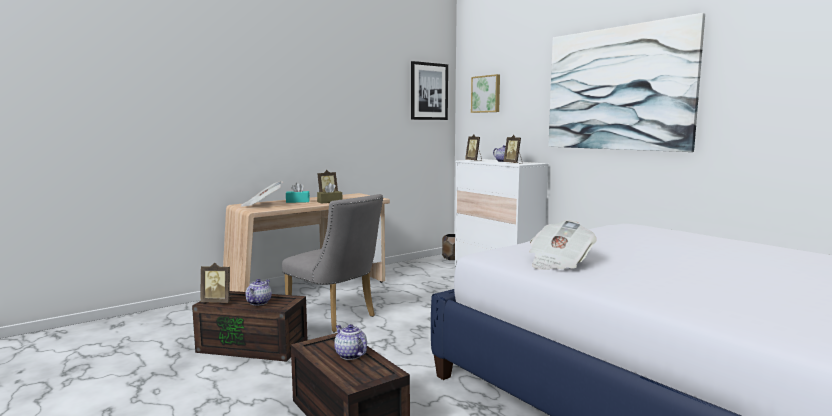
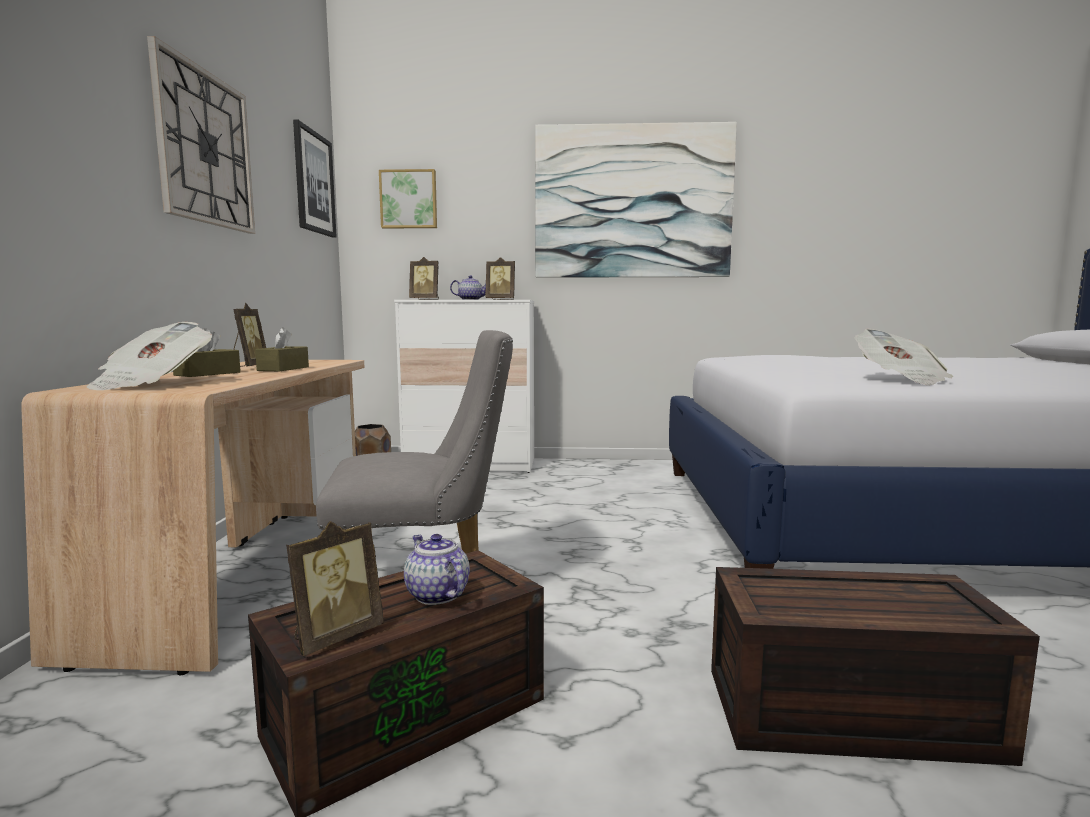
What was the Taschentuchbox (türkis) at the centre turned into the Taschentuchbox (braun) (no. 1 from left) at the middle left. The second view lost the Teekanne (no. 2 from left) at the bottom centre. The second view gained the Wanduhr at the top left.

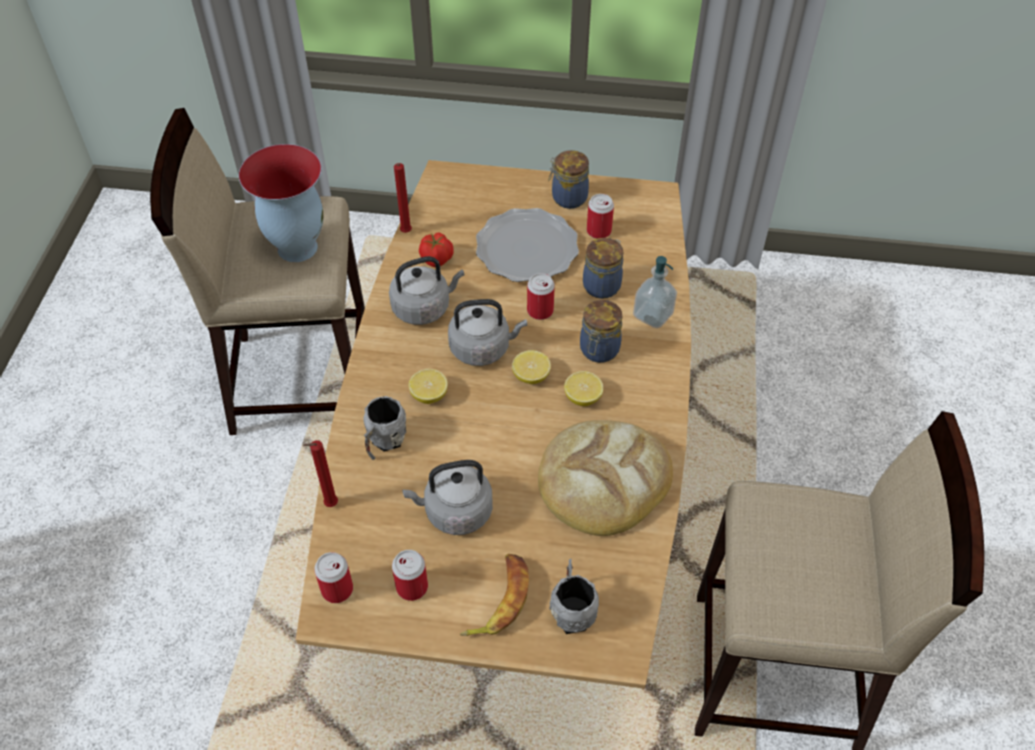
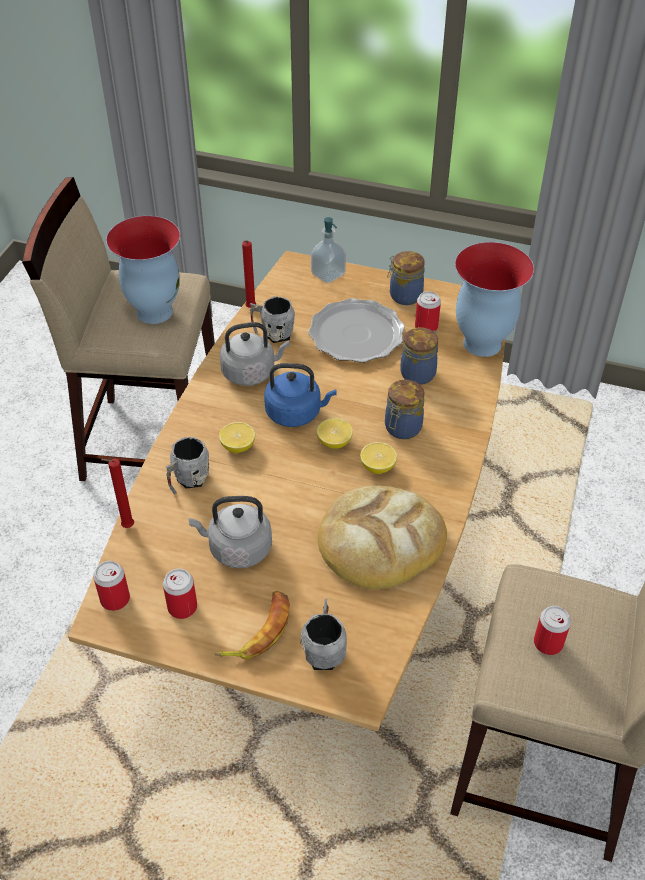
Where the Tomate stood at the top centre, the Henkelbecher (grau) (no. 2 from left) came to stand at the centre. The Seifenspender ended up elsewhere, having gone from the centre to the top centre. The Dose (no. 3 from left in the first image) ended up elsewhere, having gone from the centre to the bottom right. What was the Wasserkessel (grau) (no. 3 from left) at the centre turned into the Wasserkessel (blau) at the centre. The second view gained the Vase (no. 2 from left) at the middle right.

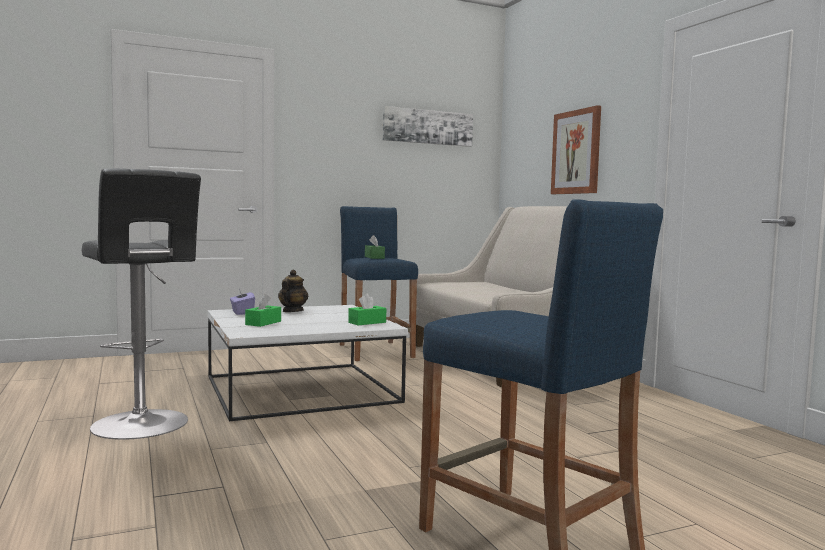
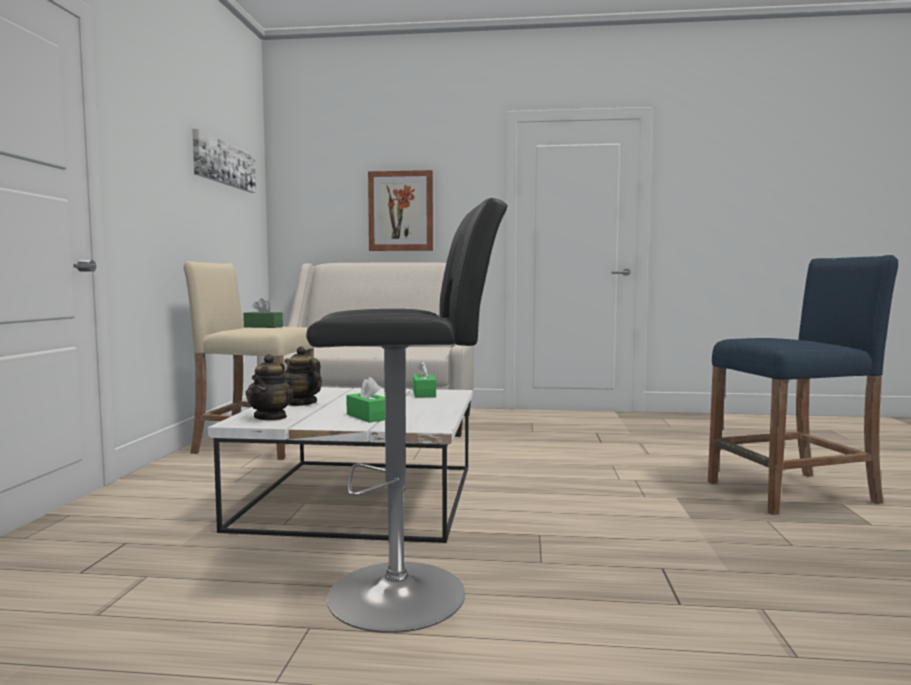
What was the Hocker (blau) (no. 1 from left) at the centre turned into the Hocker (beige) at the middle left. Where the Taschentuchbox (lila) stood at the middle left, the Teekanne (no. 1 from left) came to stand at the middle left.

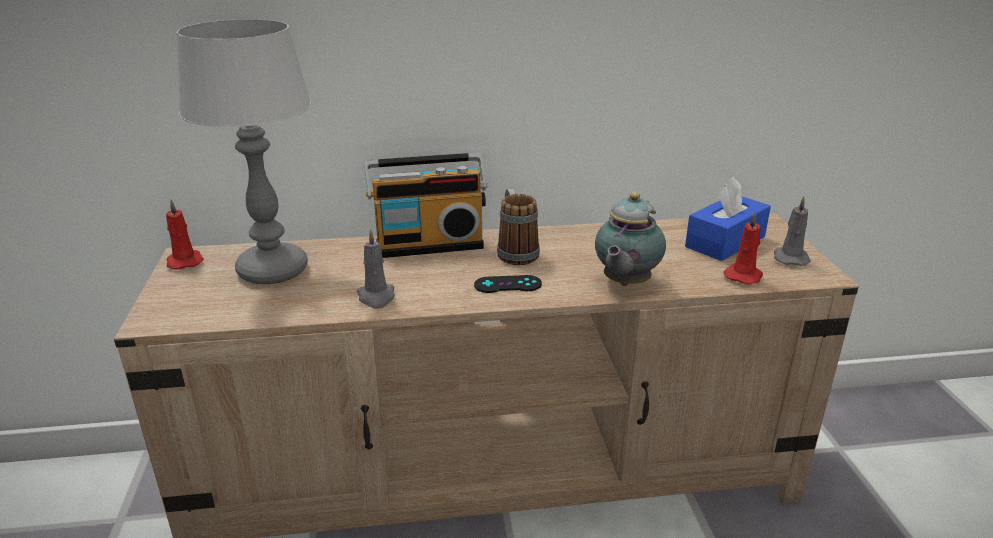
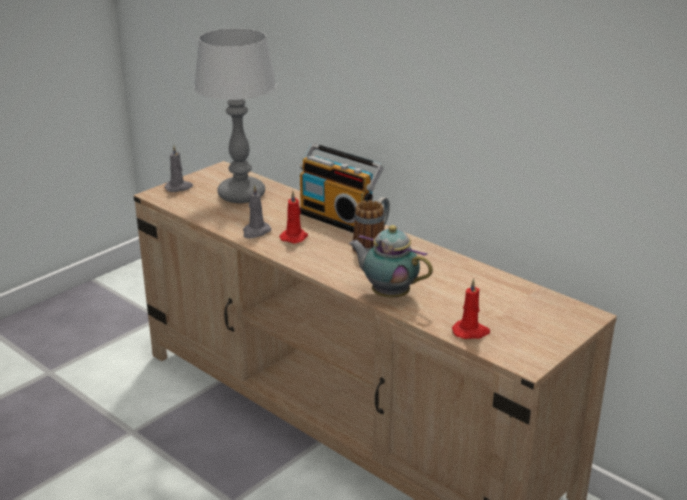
The second view lost the Taschentuchbox (blau) at the middle right. The Teekanne at the centre ended up facing another way, 45 degrees clockwise from before. The Kerze (grau) (no. 2 from left in the first image) ended up elsewhere, having gone from the middle right to the middle left. The Kerze (rot) (no. 1 from left) ended up elsewhere, having gone from the middle left to the centre. The second view lost the Gamepad (schwarz) at the centre.

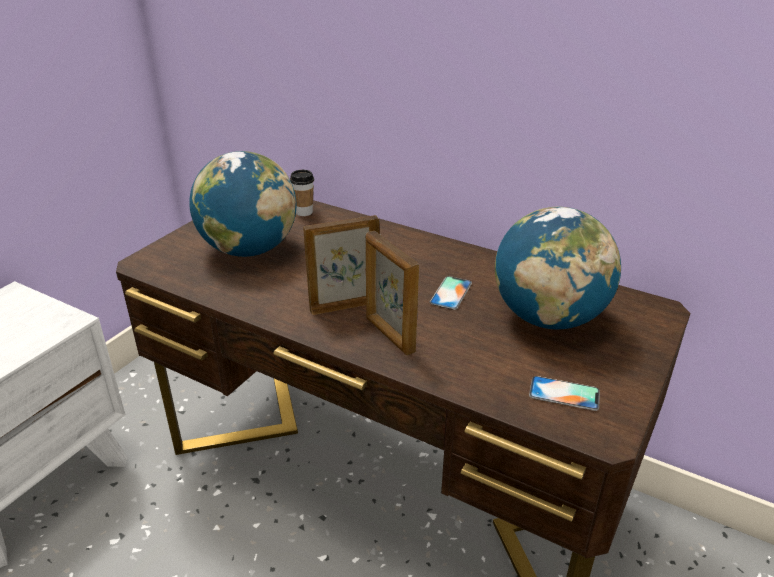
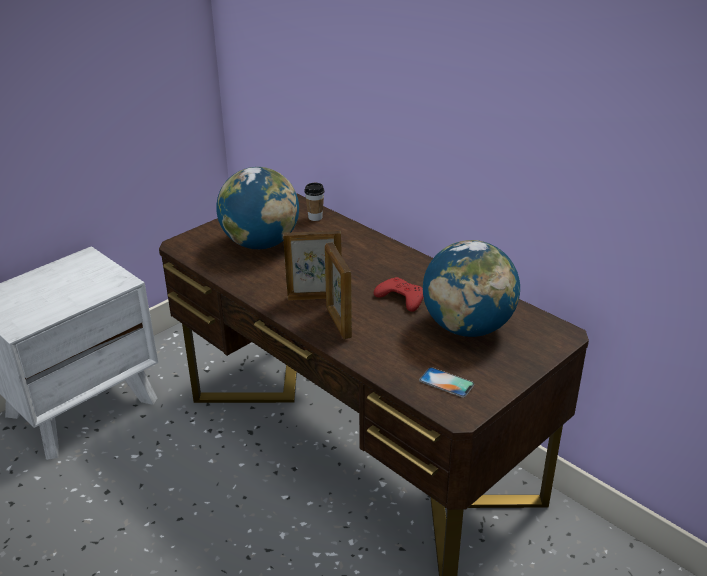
Where the Handy (no. 1 from left) stood at the centre, the Gamepad (rot) came to stand at the centre.

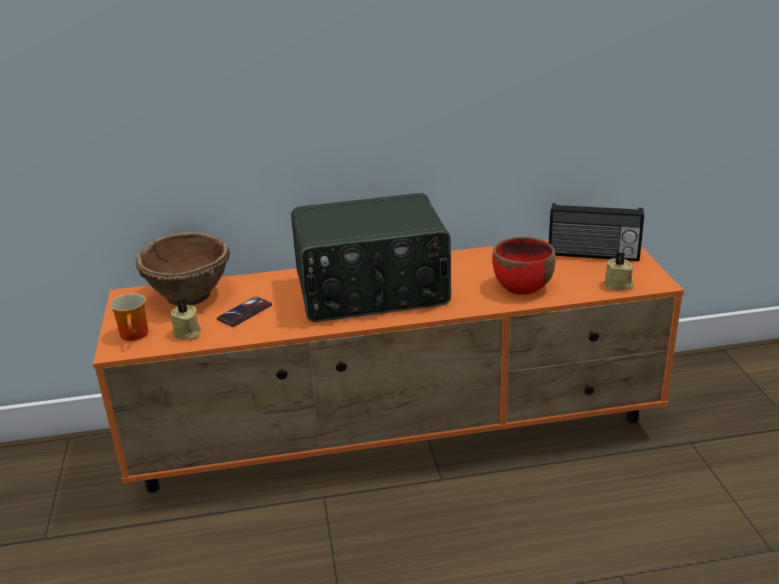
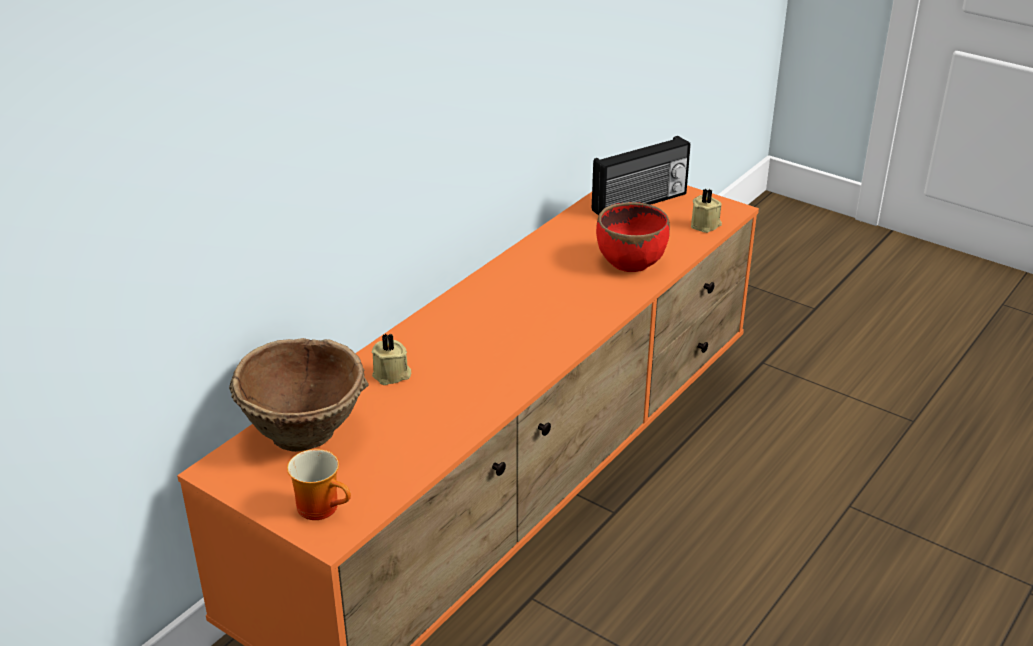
The second view lost the Radio (no. 1 from left) at the centre. The second view lost the Handy at the middle left. The Kerze (beige) (no. 1 from left) ended up elsewhere, having gone from the middle left to the centre.

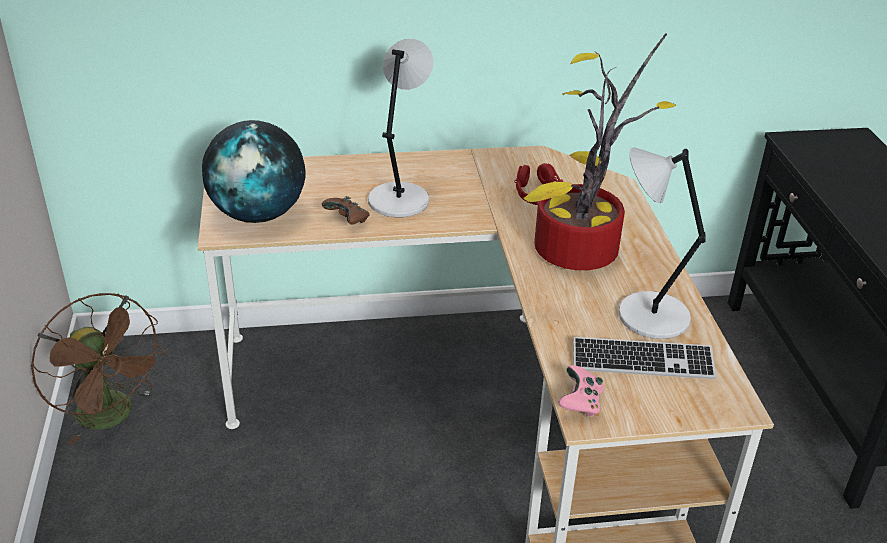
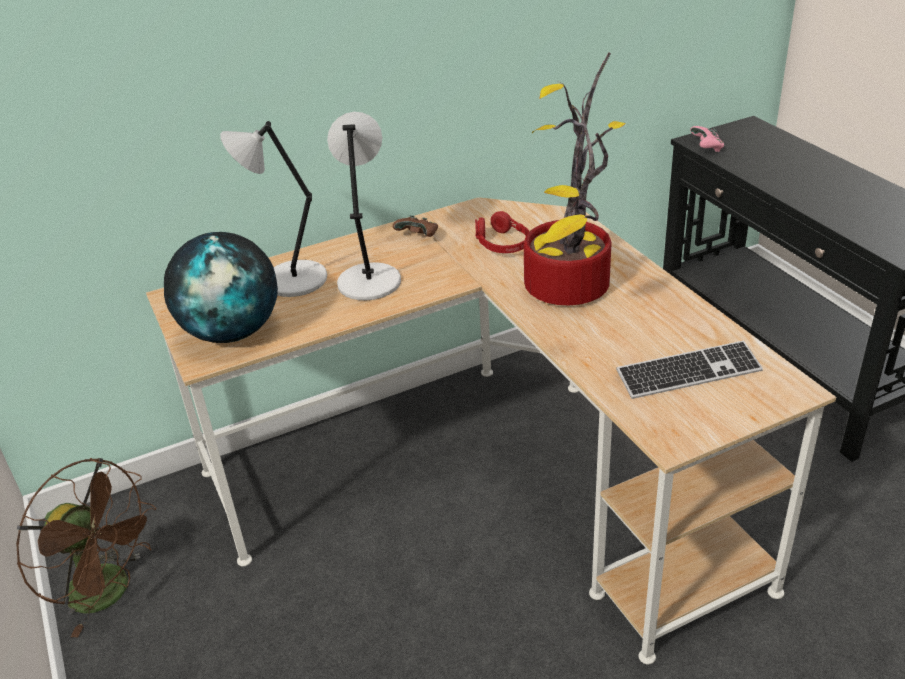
The Tischlampe (grau) (no. 2 from left in the first image) ended up elsewhere, having gone from the middle right to the top left. The Gamepad (braun) ended up elsewhere, having gone from the centre to the top centre. The Gamepad (rosa) ended up elsewhere, having gone from the bottom centre to the top right.

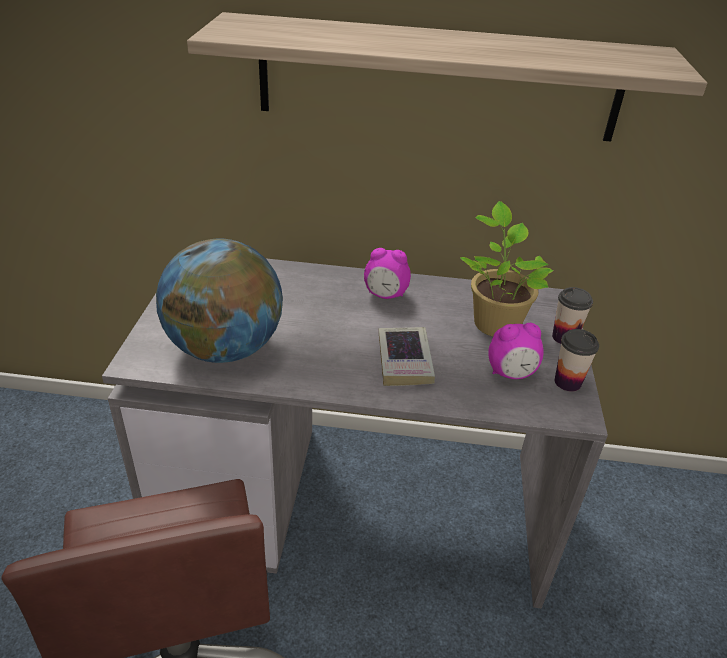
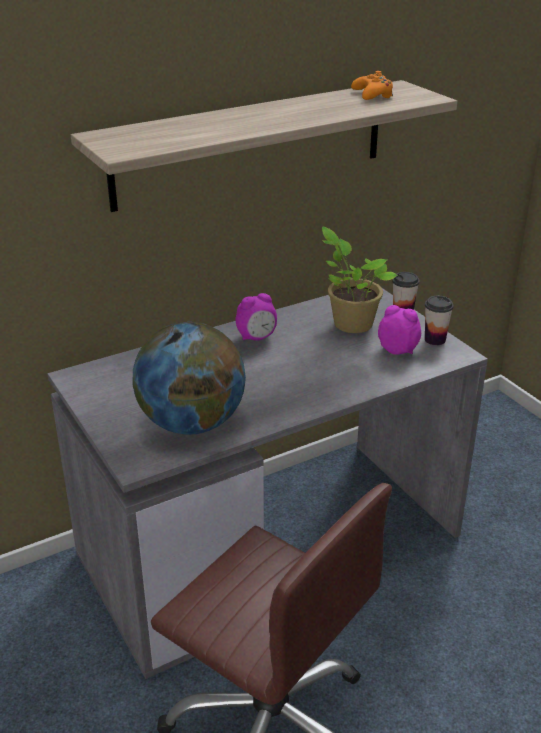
The Wecker (no. 2 from left) at the middle right ended up facing another way, 105 degrees counterclockwise from before. The second view lost the Buch at the centre. The second view gained the Gamepad (orange) at the top right.

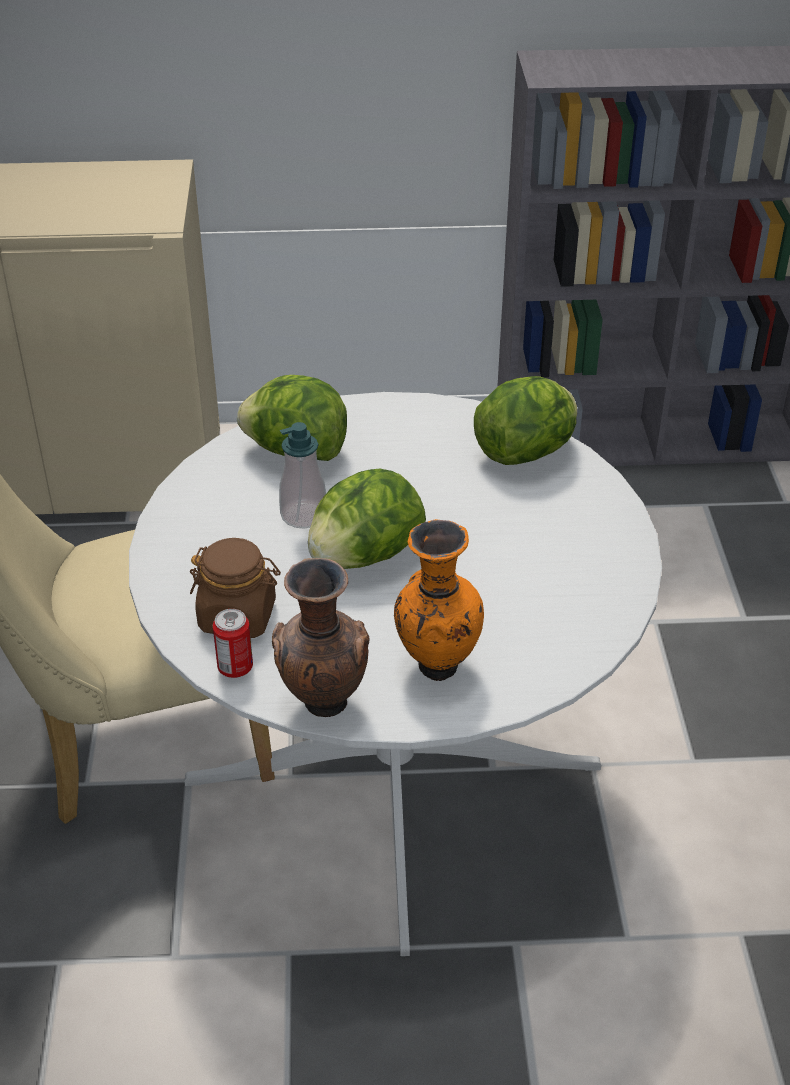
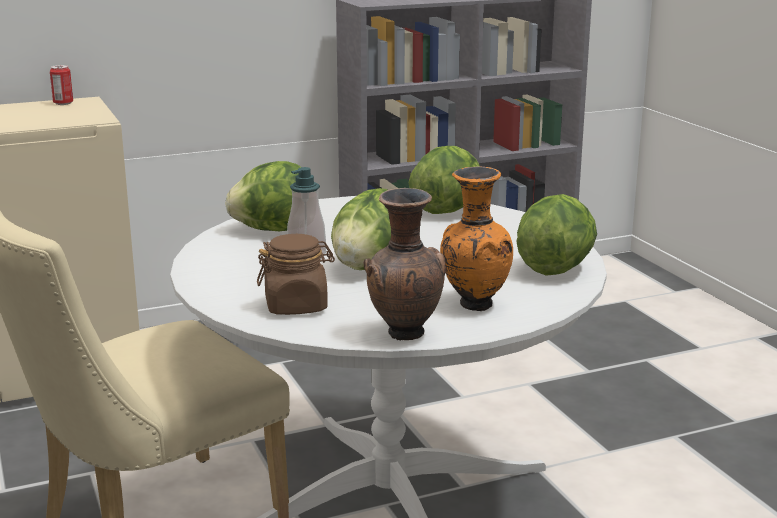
The Dose ended up elsewhere, having gone from the middle left to the top left. The second view gained the Salatkopf (no. 4 from left) at the middle right.

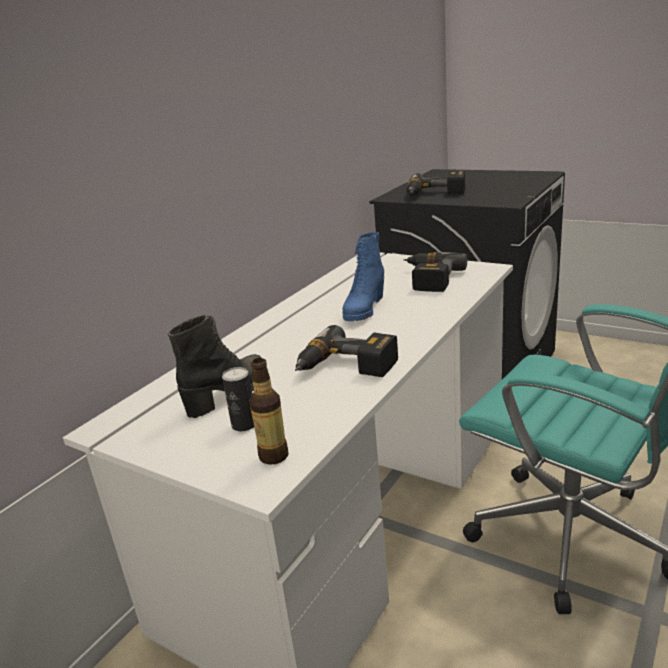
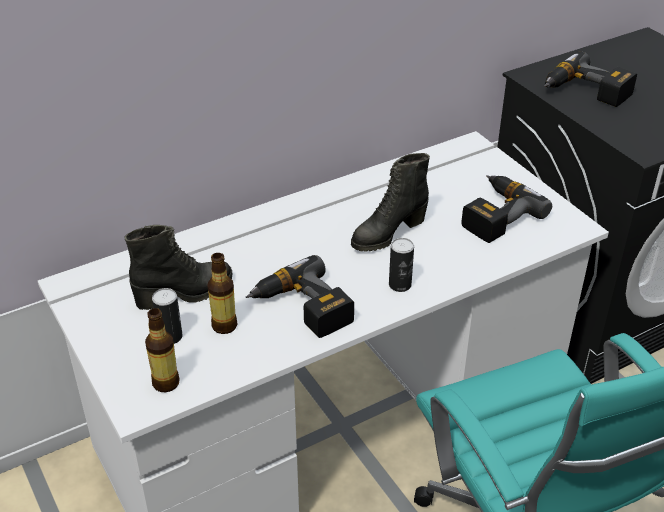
What was the Stiefel (blau) at the centre turned into the Stiefel (schwarz) (no. 2 from left) at the centre. The second view gained the Dose (no. 2 from left) at the centre. The second view gained the Flasche (no. 2 from left) at the centre.

